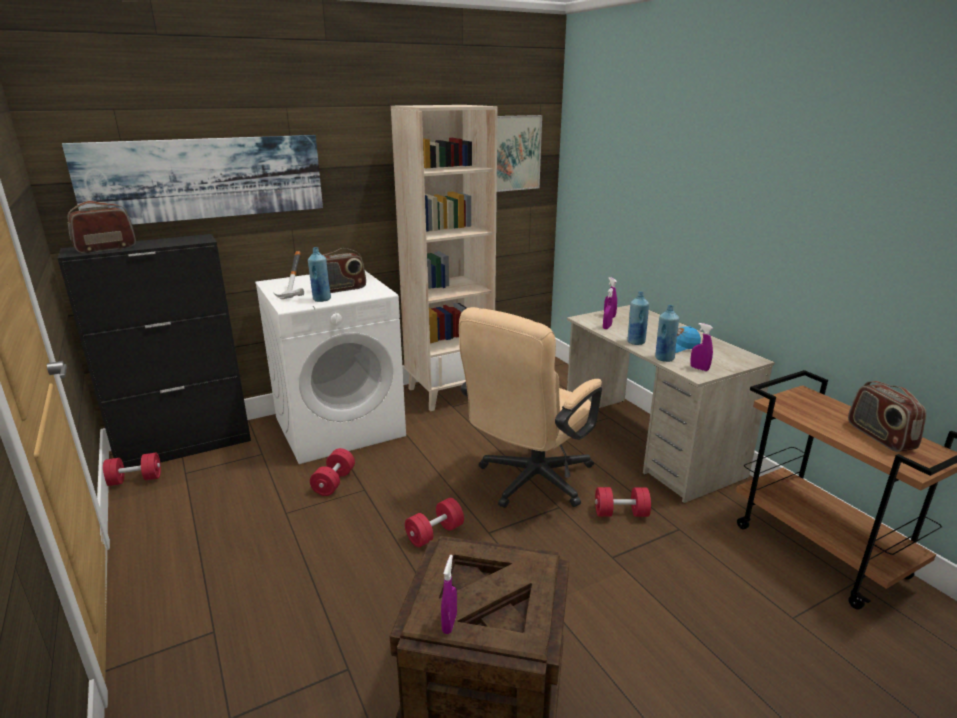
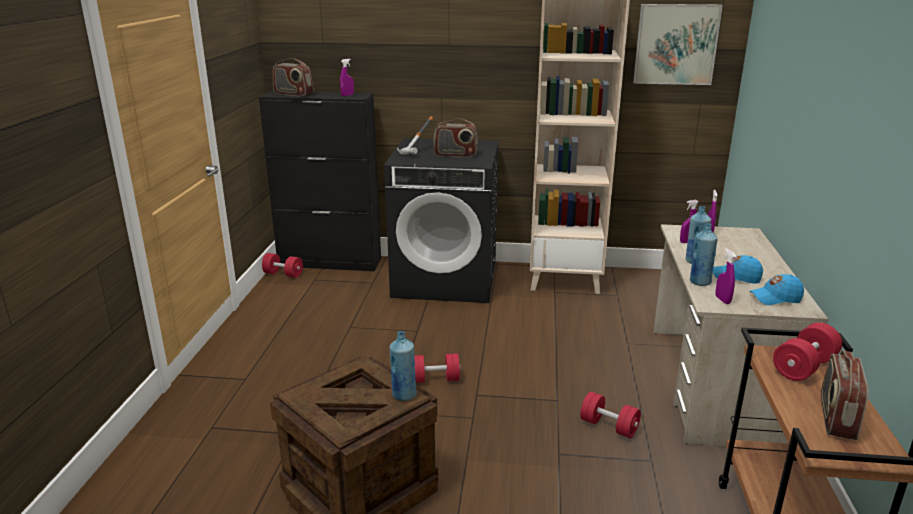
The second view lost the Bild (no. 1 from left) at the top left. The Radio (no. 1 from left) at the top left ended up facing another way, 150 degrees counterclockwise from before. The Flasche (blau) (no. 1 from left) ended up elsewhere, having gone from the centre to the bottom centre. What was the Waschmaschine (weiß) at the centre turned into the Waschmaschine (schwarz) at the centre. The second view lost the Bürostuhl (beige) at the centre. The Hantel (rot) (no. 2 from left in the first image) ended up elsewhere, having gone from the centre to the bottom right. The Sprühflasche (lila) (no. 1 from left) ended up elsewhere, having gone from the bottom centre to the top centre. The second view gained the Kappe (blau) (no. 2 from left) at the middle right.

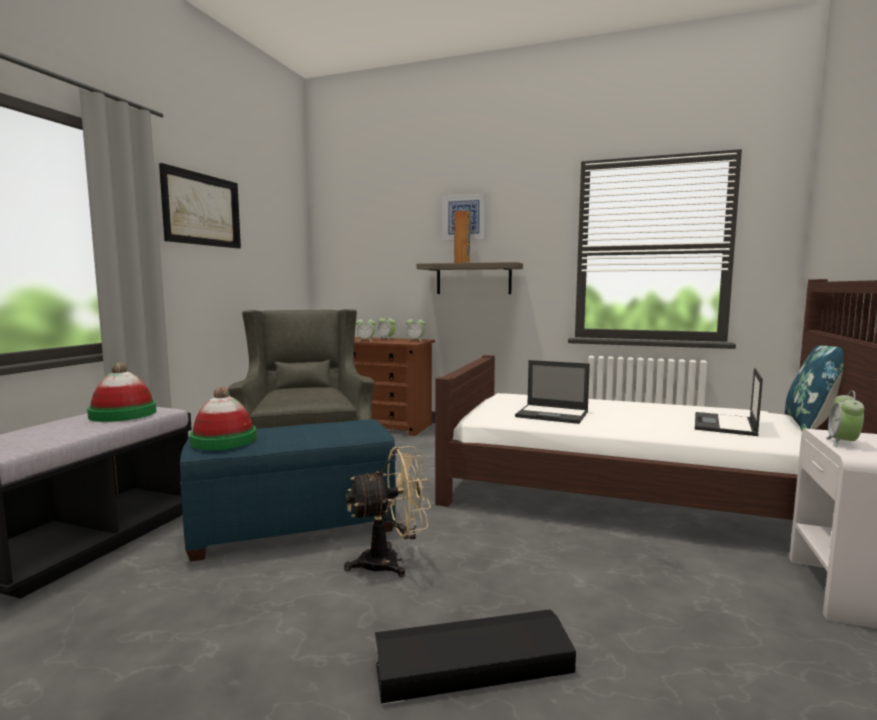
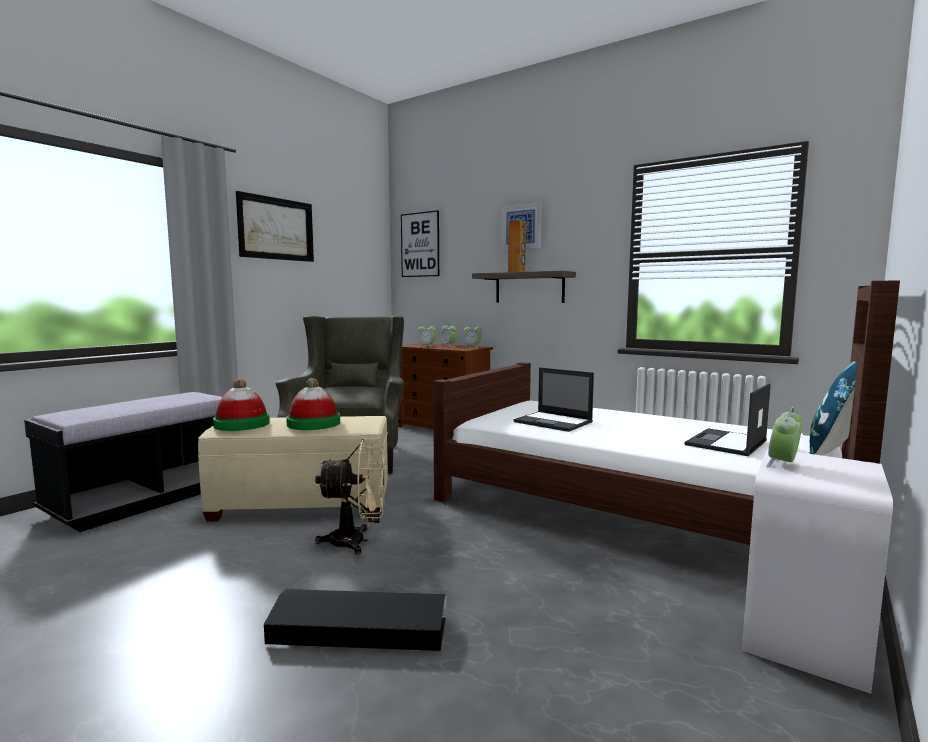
The Hut (no. 1 from left in the first image) ended up elsewhere, having gone from the middle left to the centre. What was the Polsterhocker (blau) at the bottom left turned into the Polsterhocker (beige) at the middle left. The second view gained the Bild (no. 2 from left) at the top centre.

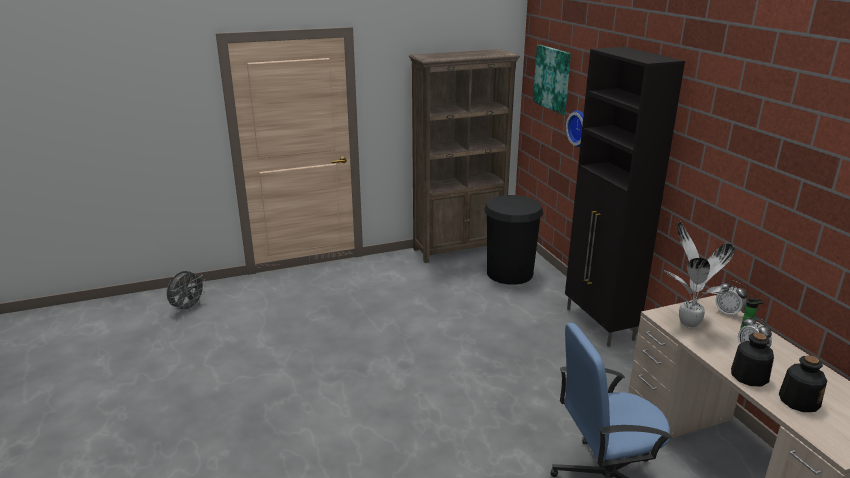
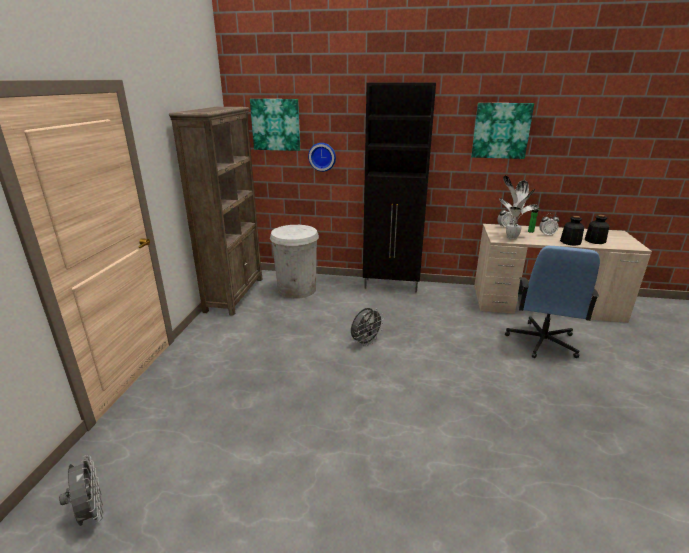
What was the Mülleimer (schwarz) at the centre turned into the Mülleimer (weiß) at the centre. The second view gained the Bild (no. 2 from left) at the top right. The second view gained the Ventilator (grau) (no. 2 from left) at the centre.

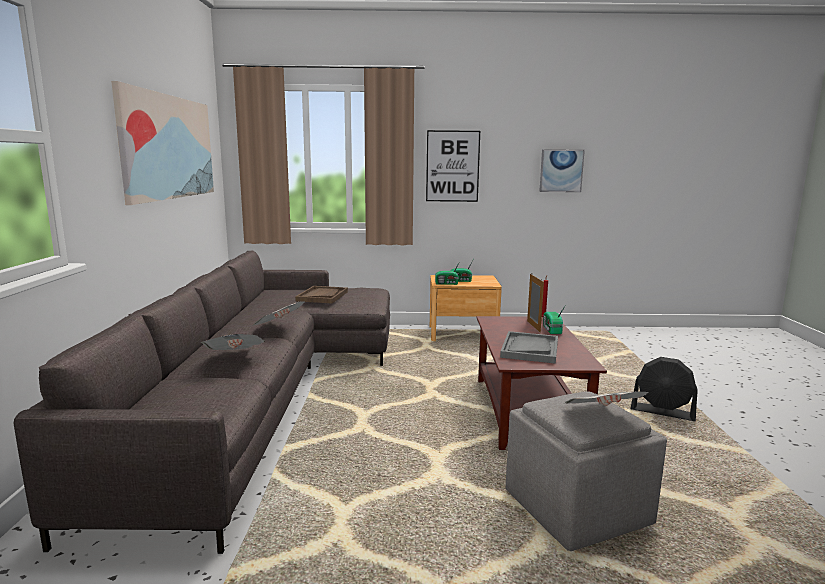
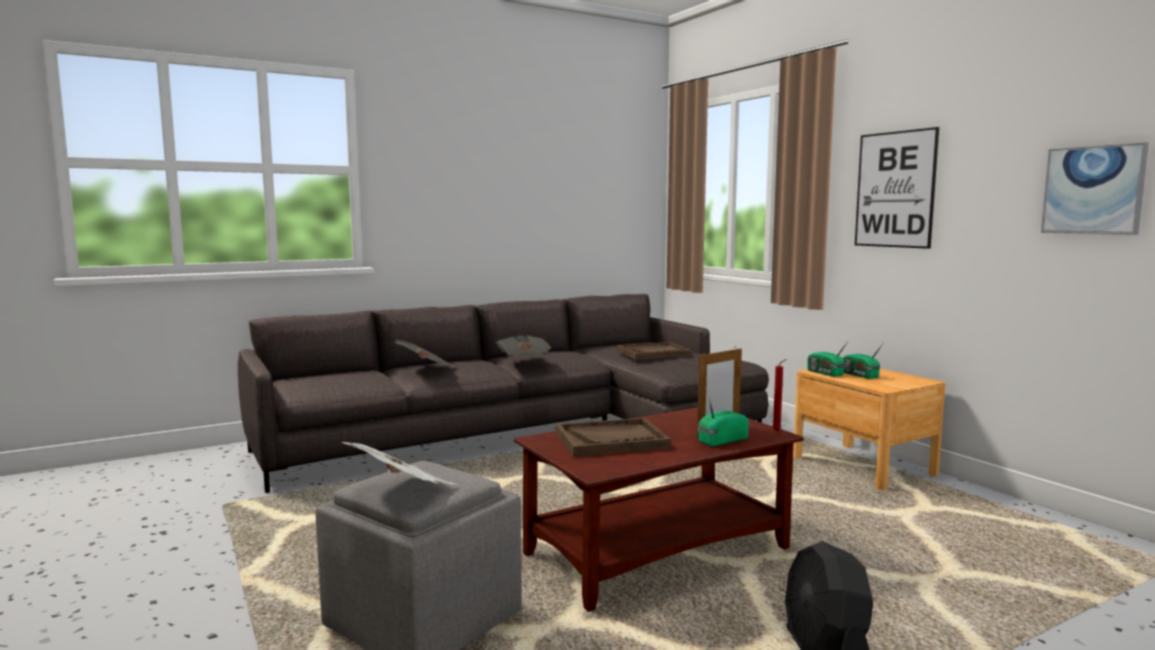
The second view lost the Bild (no. 1 from left) at the top left. What was the Tablett (grau) at the centre turned into the Tablett (braun) (no. 1 from left) at the bottom centre.

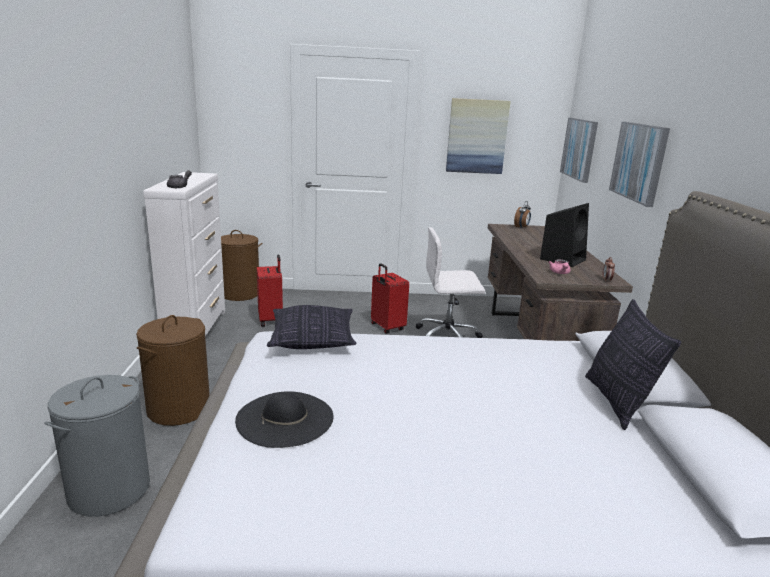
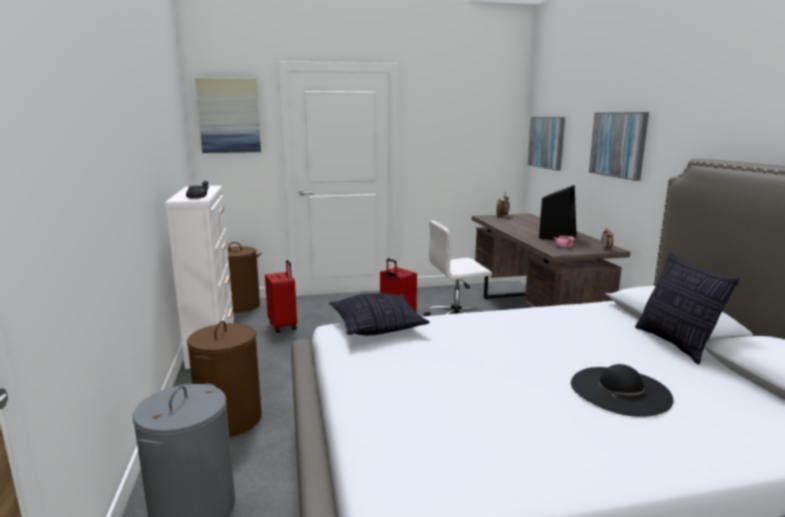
The Bild (no. 1 from left) ended up elsewhere, having gone from the top centre to the top left. The Hut (schwarz) ended up elsewhere, having gone from the bottom centre to the bottom right.

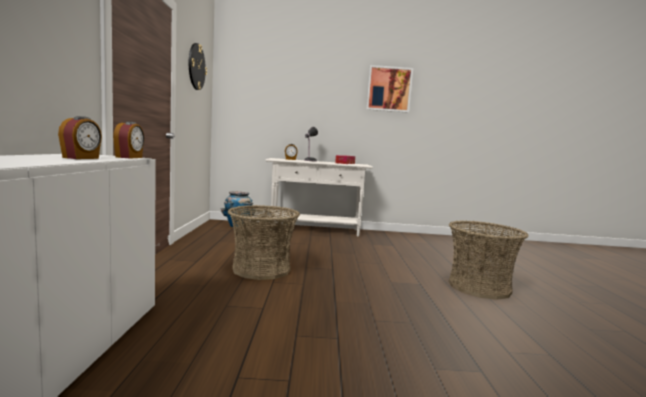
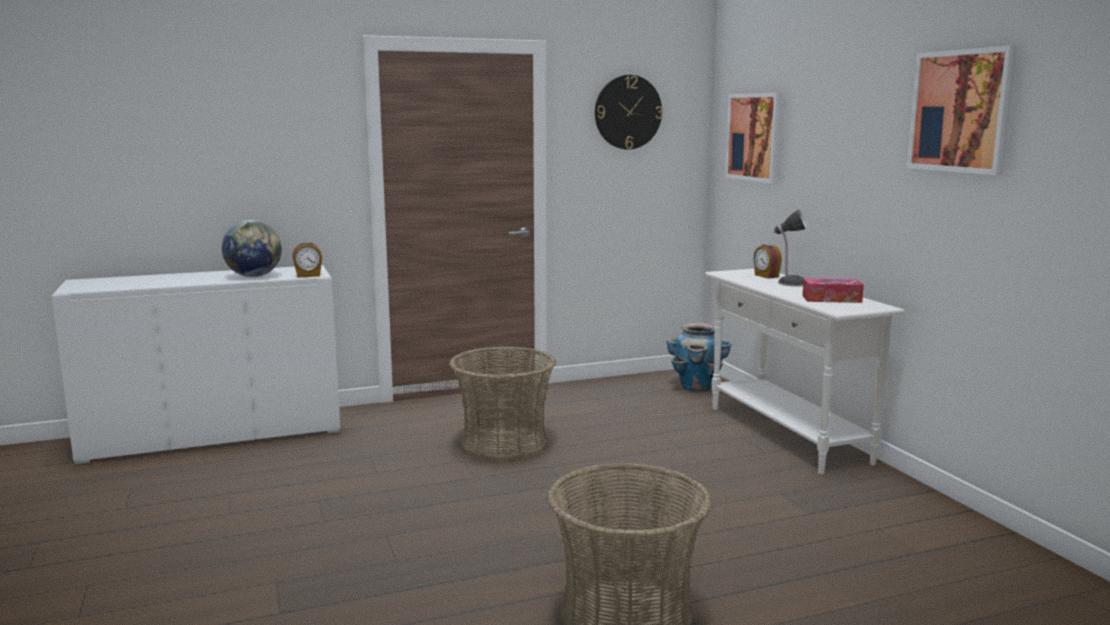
Where the Wecker (no. 1 from left) stood at the middle left, the Globus came to stand at the middle left. The second view gained the Bild (no. 1 from left) at the top right.

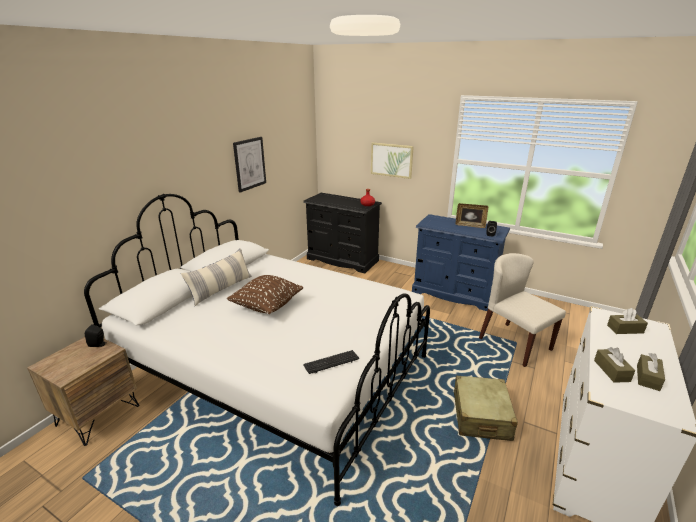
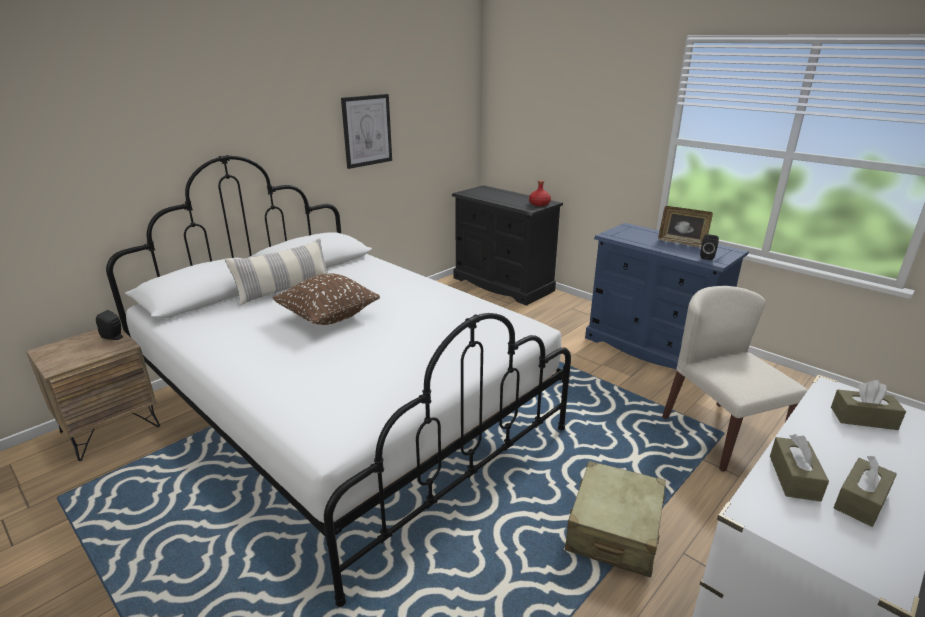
The second view lost the Bild (no. 2 from left) at the top centre. The second view lost the Tastatur at the bottom centre.

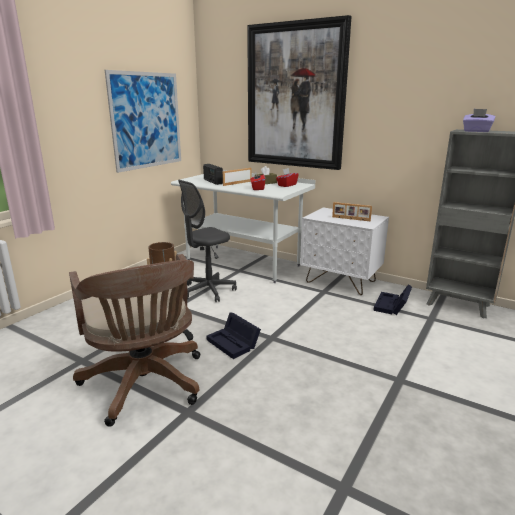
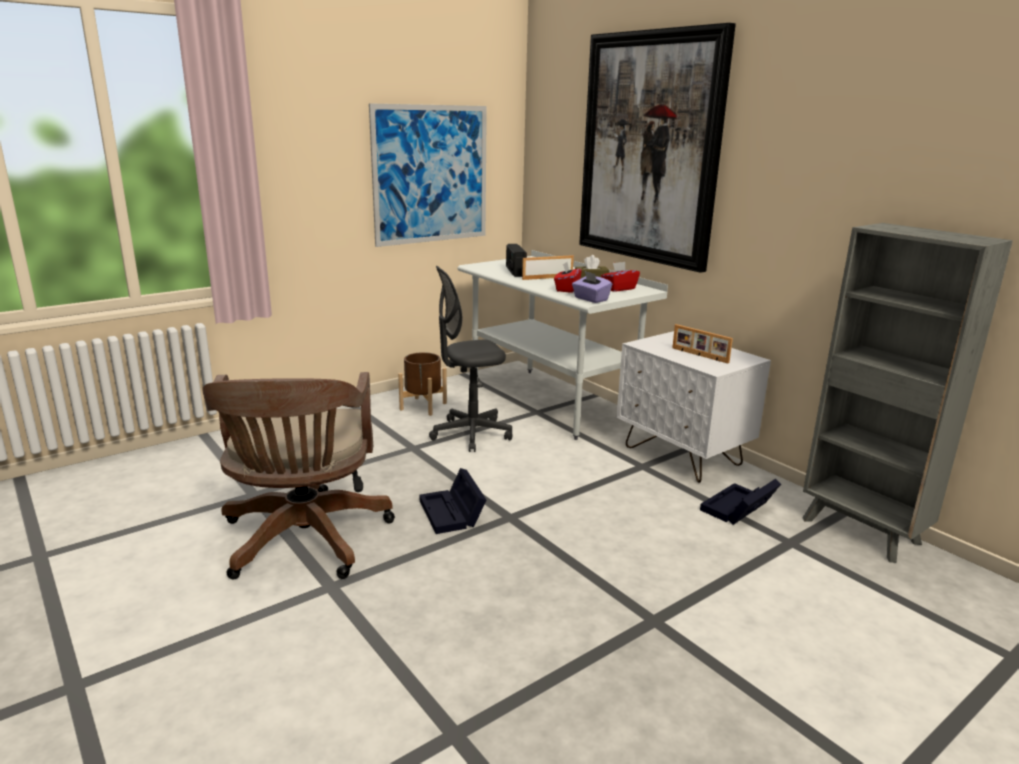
The Taschentuchbox (lila) ended up elsewhere, having gone from the top right to the centre.

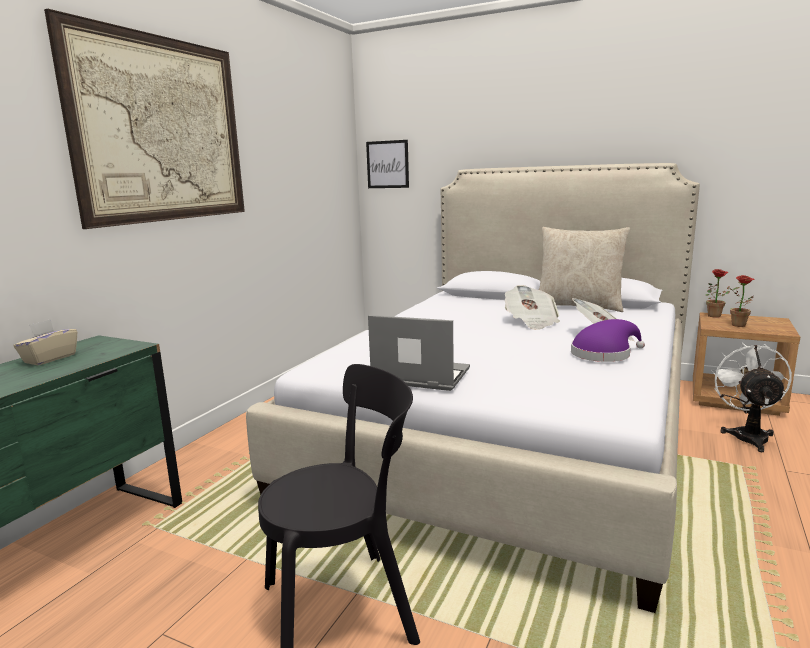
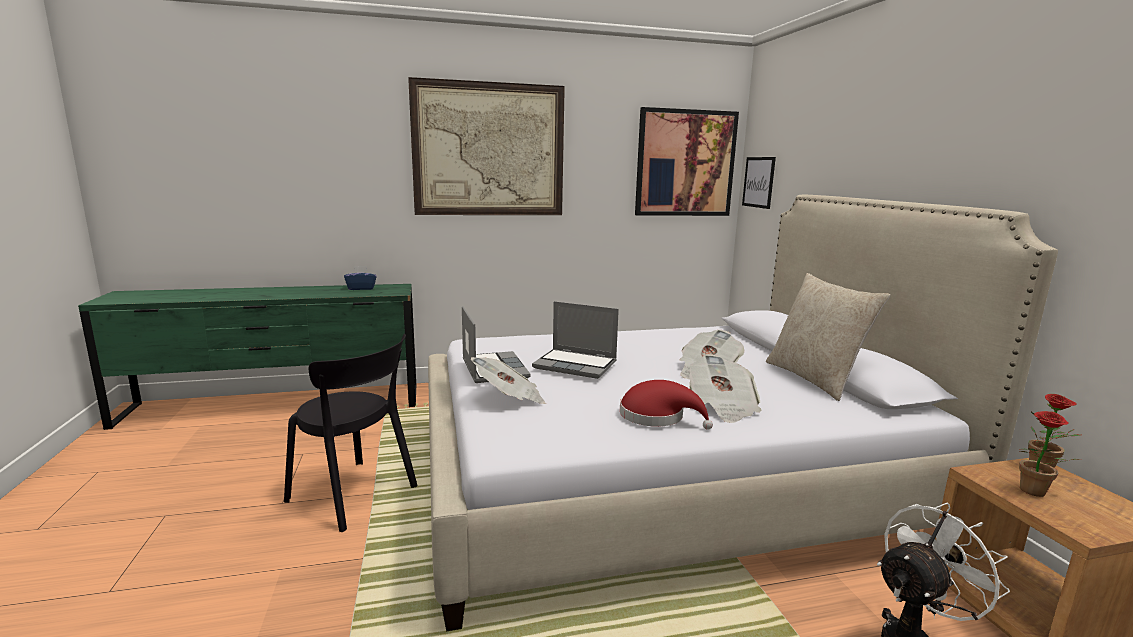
What was the Taschentuchbox (beige) at the middle left turned into the Taschentuchbox (blau) at the middle left. What was the Hut (lila) at the middle right turned into the Hut (rot) at the centre. The second view gained the Bild (no. 2 from left) at the top centre. The second view gained the Laptop (no. 2 from left) at the centre. The second view gained the Zeitung (no. 1 from left) at the centre.

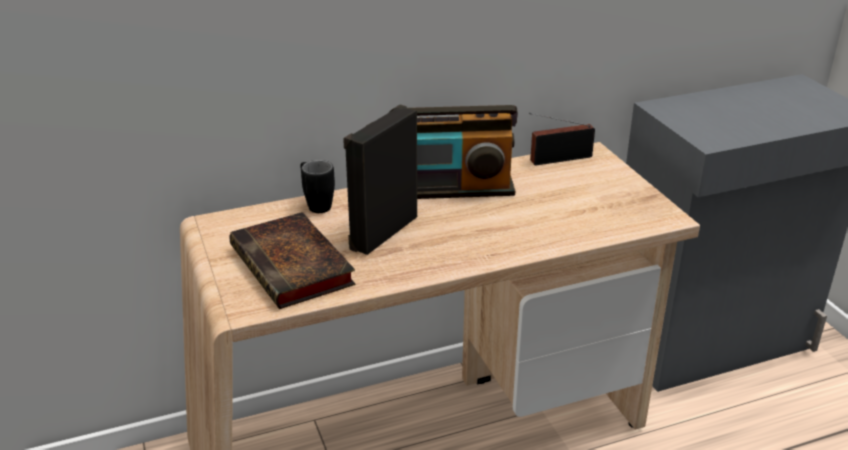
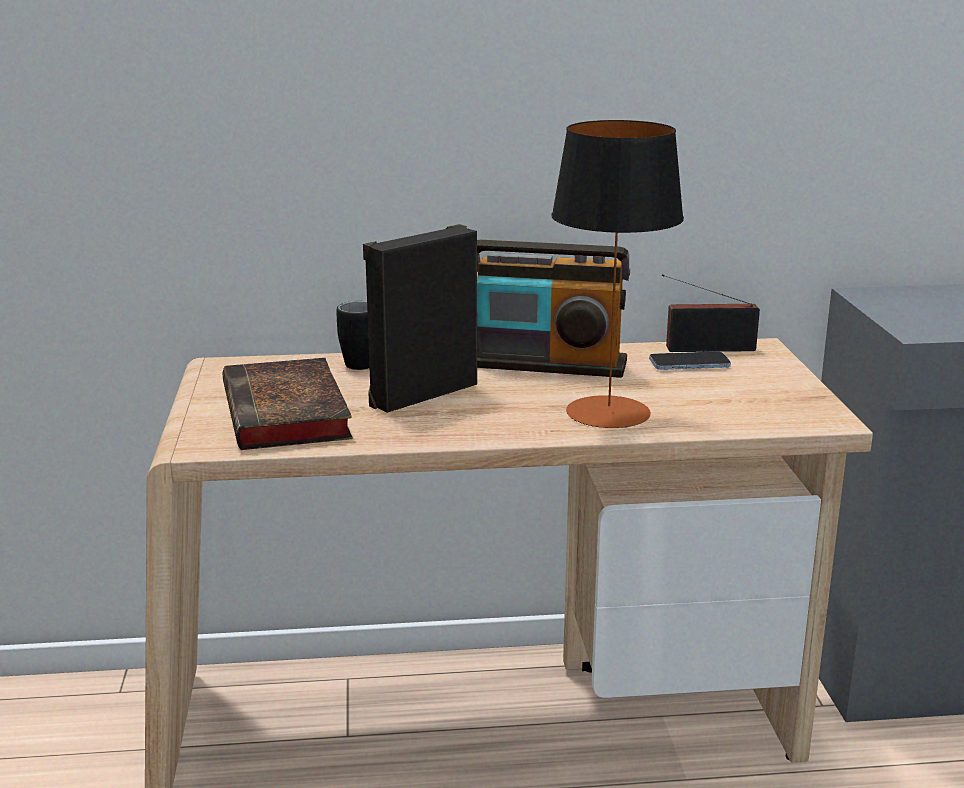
The second view gained the Tischlampe at the centre. The second view gained the Handy at the middle right.

